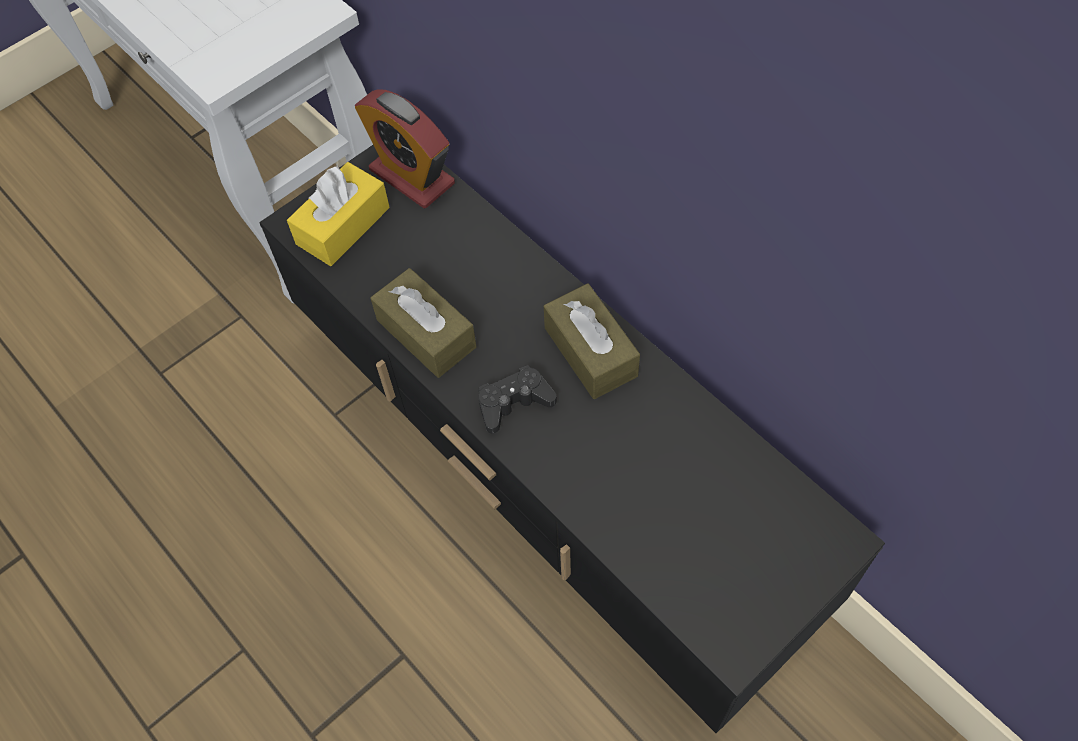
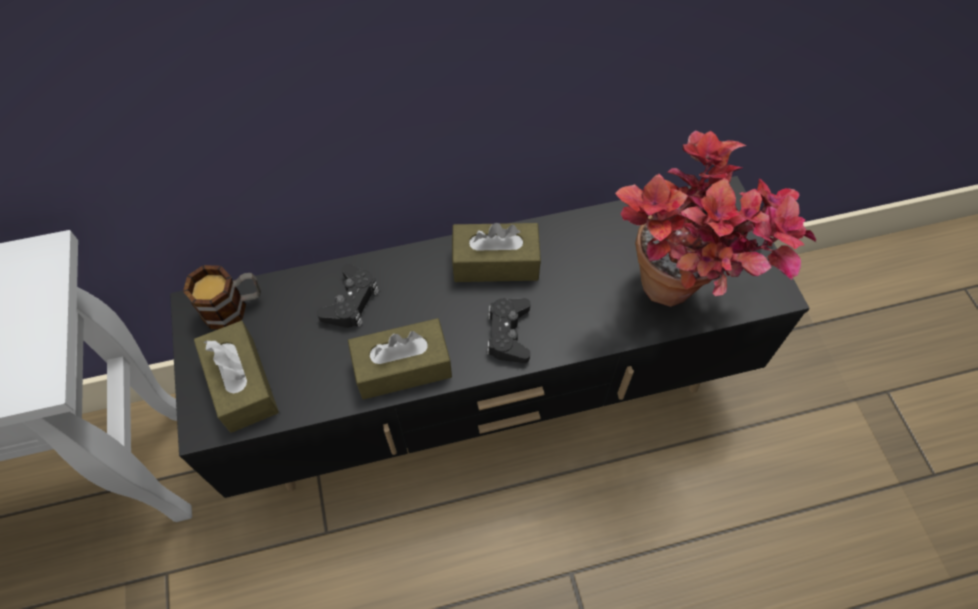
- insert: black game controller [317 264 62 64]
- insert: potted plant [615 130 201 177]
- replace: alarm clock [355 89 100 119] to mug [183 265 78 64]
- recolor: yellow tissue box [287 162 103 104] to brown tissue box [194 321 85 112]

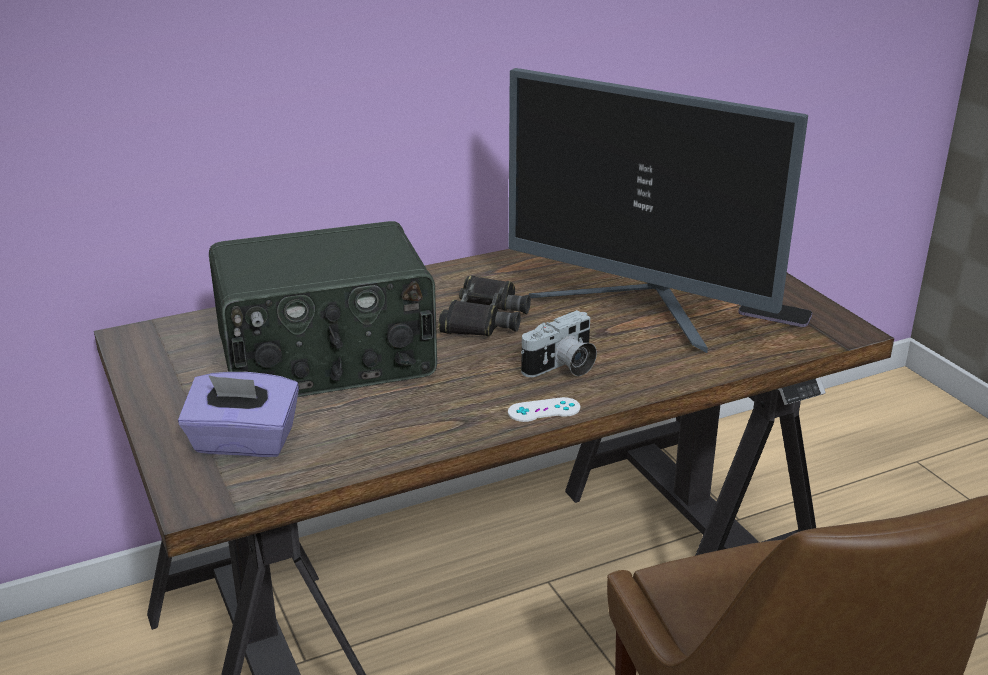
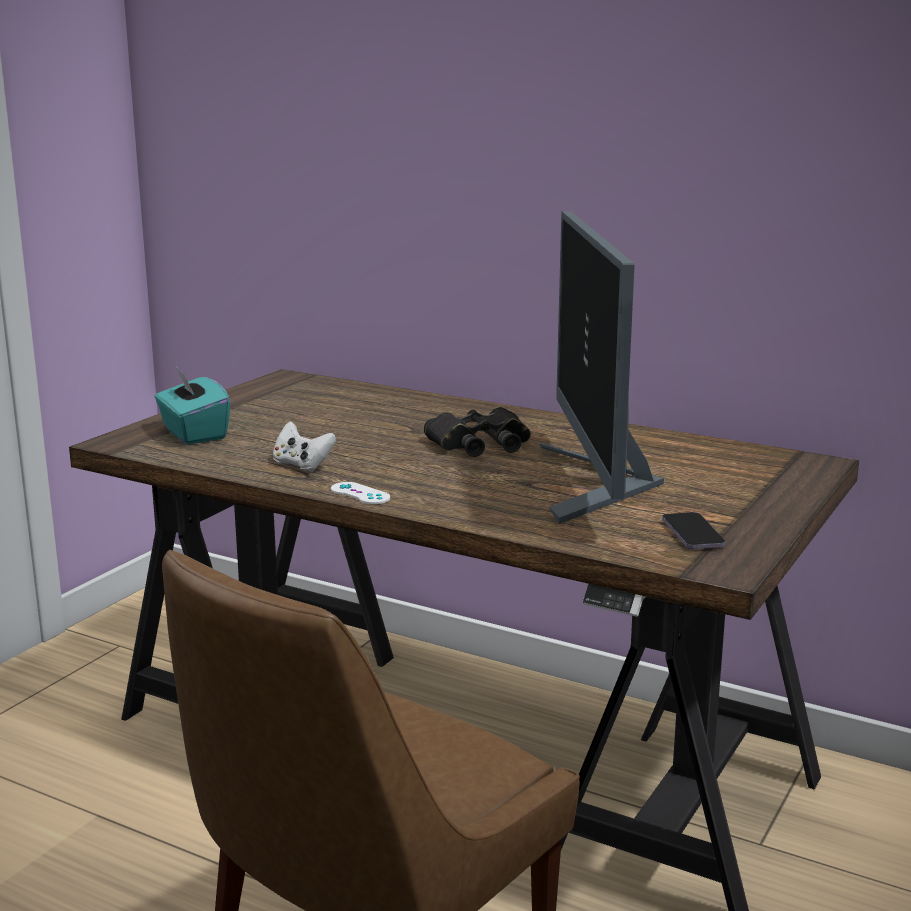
- delete: radio [209 221 228 176]
- delete: photo camera [521 310 76 67]
- insert: white game controller [273 422 63 50]
- recolor: purple tissue box [178 372 121 85] to turquoise tissue box [155 368 76 77]

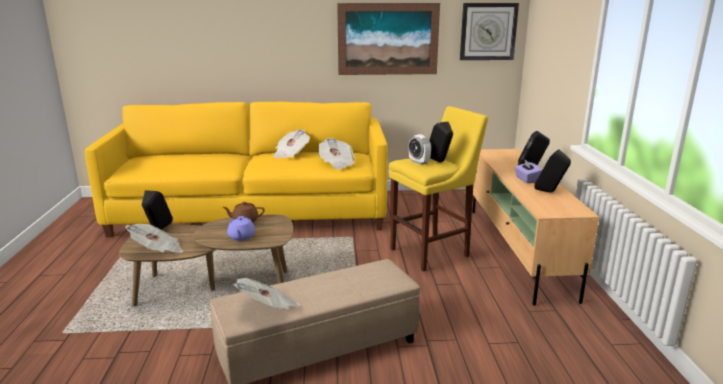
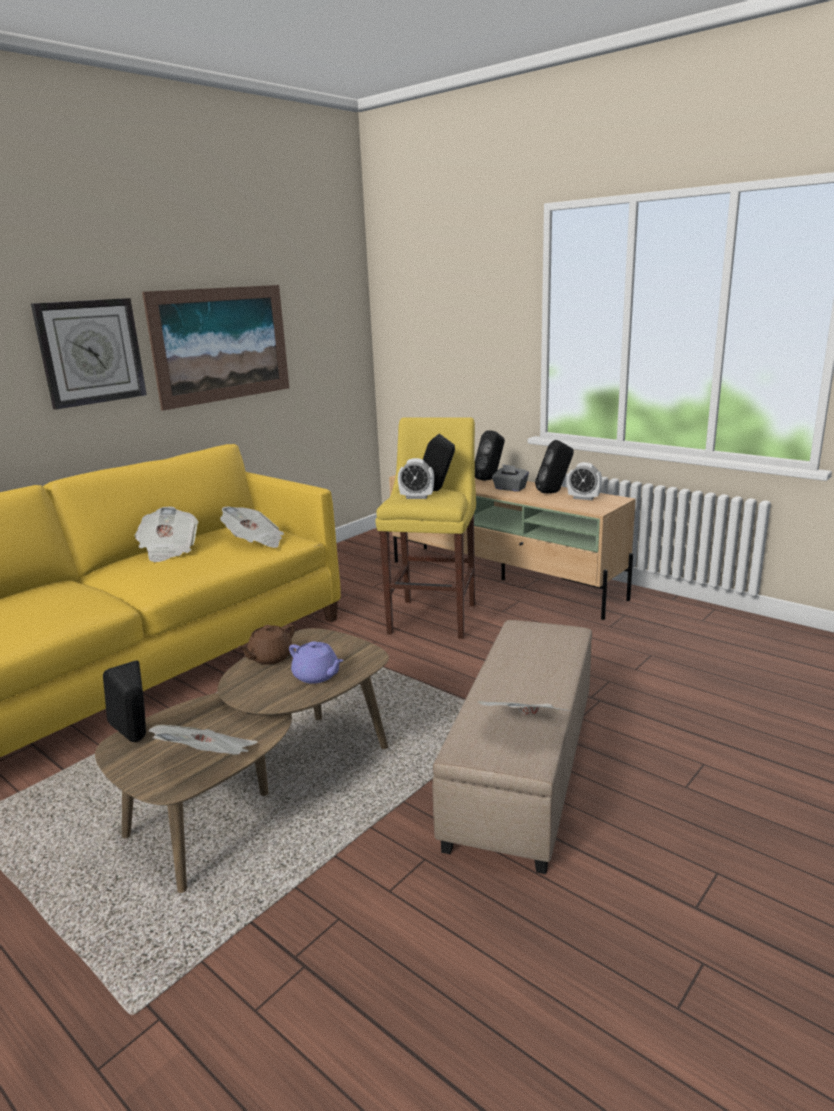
- insert: alarm clock [567 462 35 38]
- move: wall clock [460 3 59 57] to [31 298 116 111]
- recolor: purple tissue box [515 159 27 24] to grey tissue box [492 464 37 27]

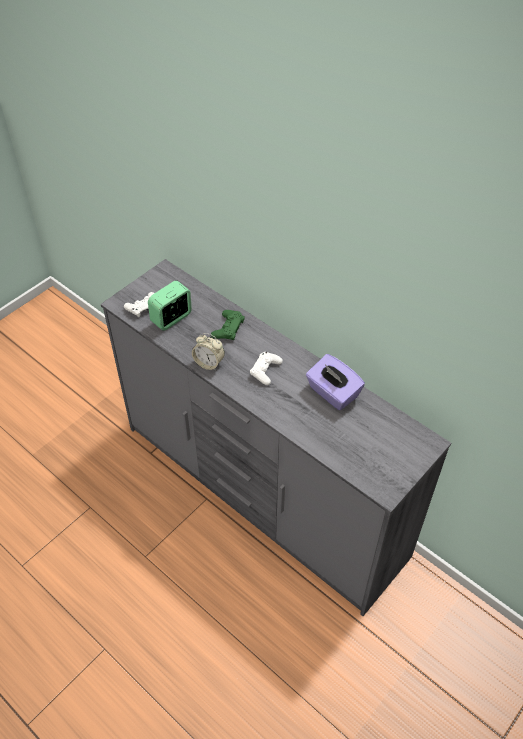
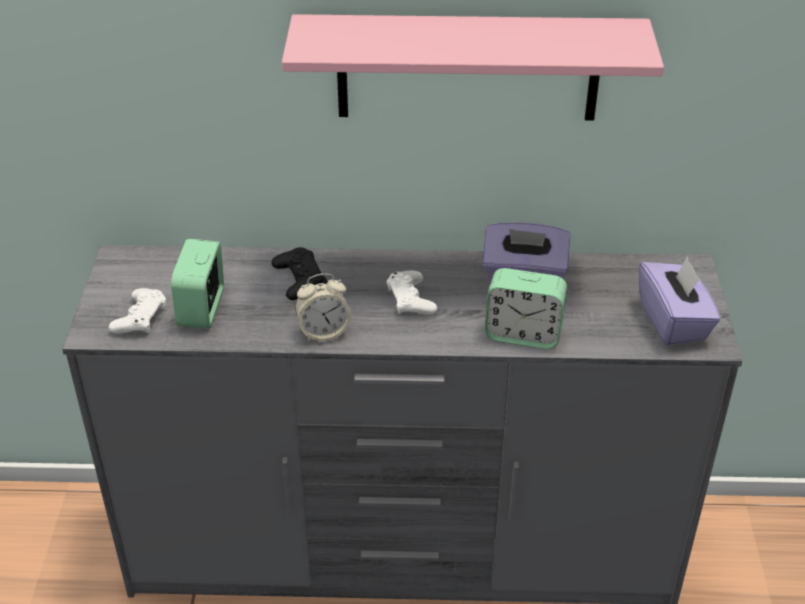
- insert: pink shelf [282 14 382 107]
- insert: alarm clock [485 268 82 81]
- insert: purple tissue box [639 256 82 90]
- recolor: green game controller [211 310 34 30] to black game controller [271 247 56 53]

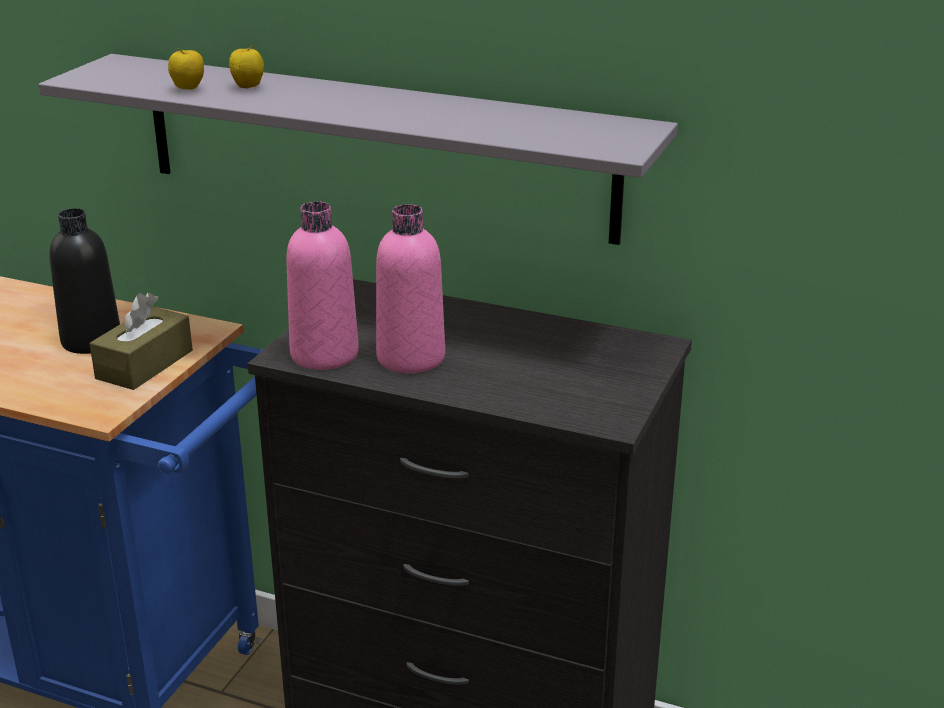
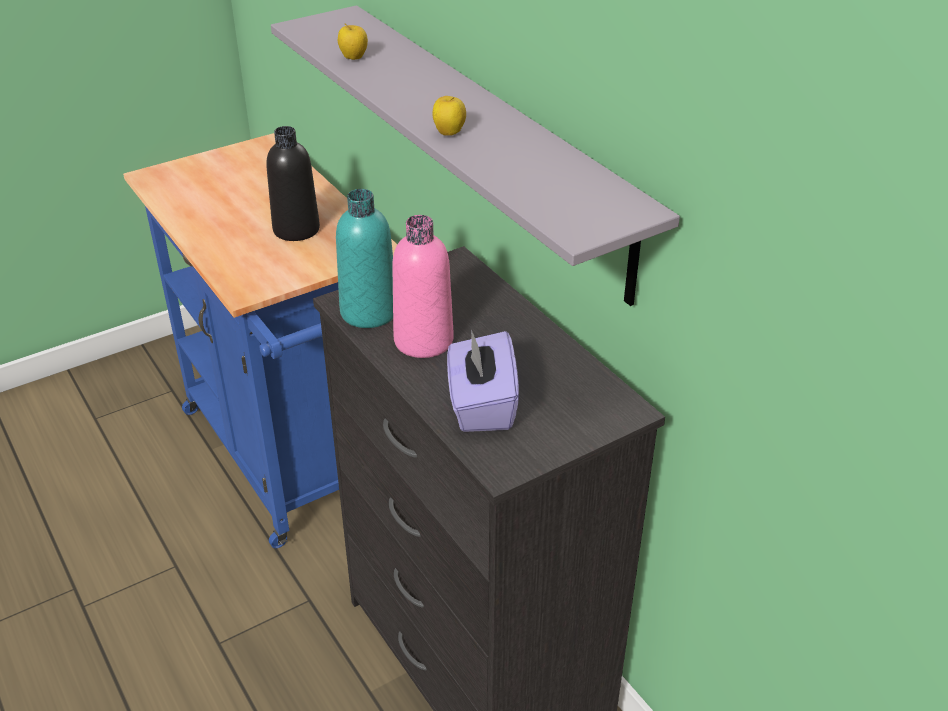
- delete: brown tissue box [89 293 104 97]
- insert: purple tissue box [447 329 72 103]
- move: apple [229 45 35 43] to [432 96 34 40]
- recolor: pink bottle [286 201 73 169] to turquoise bottle [336 189 57 139]

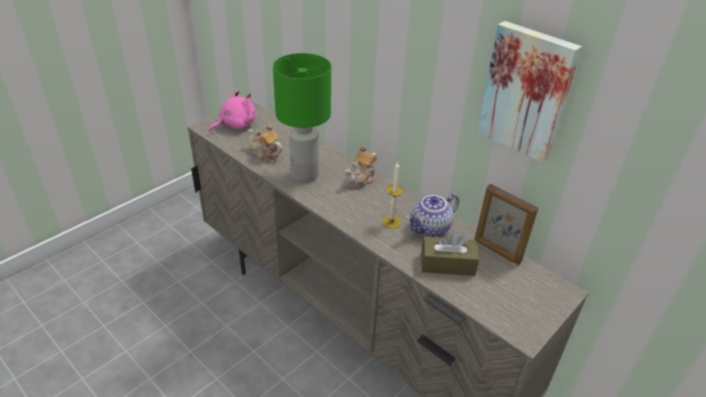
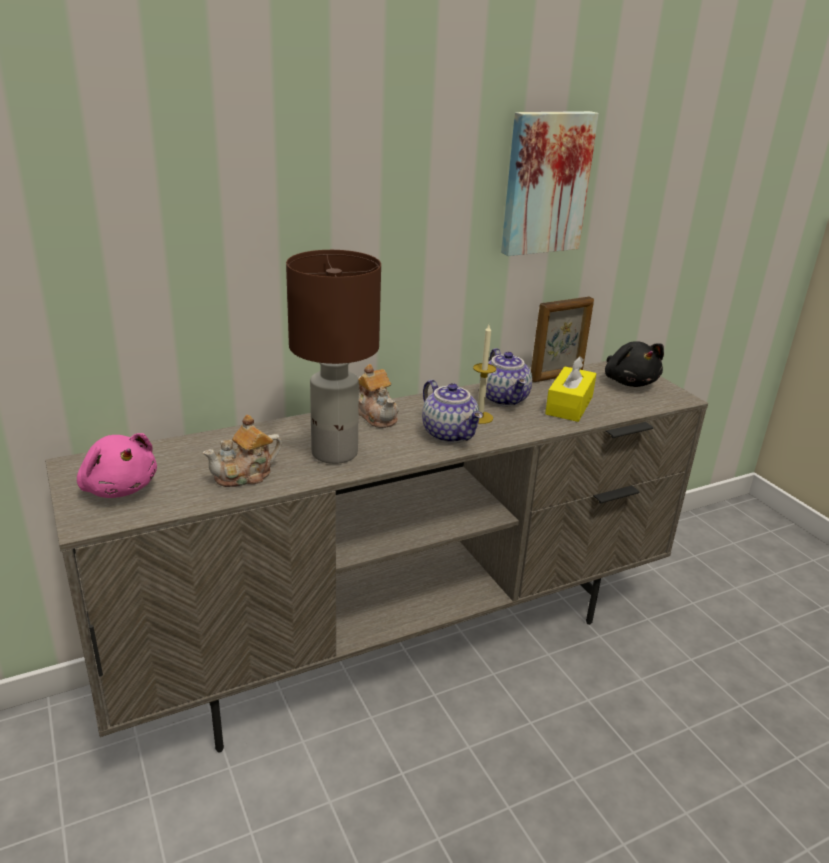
- insert: teapot [422 380 61 63]
- insert: black plush toy [605 341 59 46]
- recolor: green table lamp [273 53 58 130] to brown table lamp [286 250 95 214]
- recolor: brown tissue box [421 232 58 44] to yellow tissue box [545 356 51 66]
- rotate: pink plush toy [209 90 47 41] = [77 433 80 65] 150 degrees clockwise

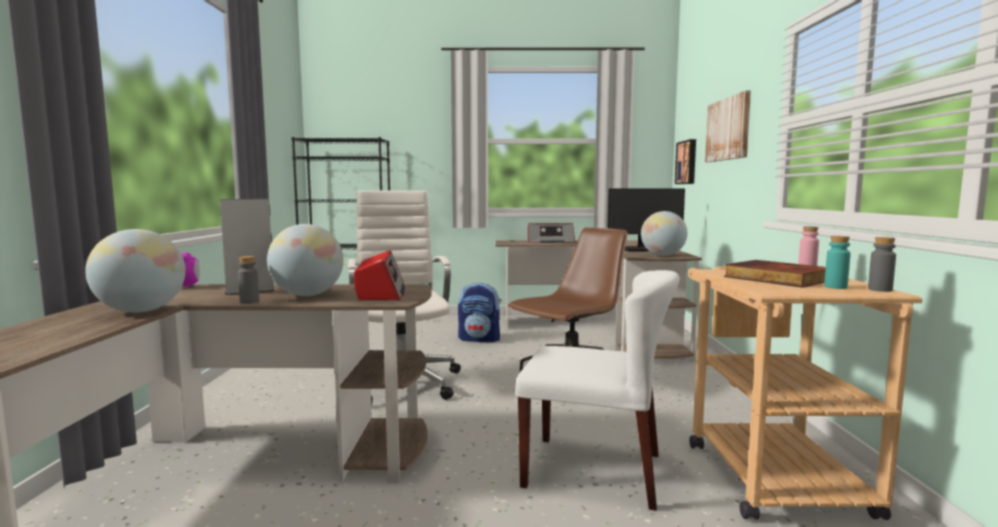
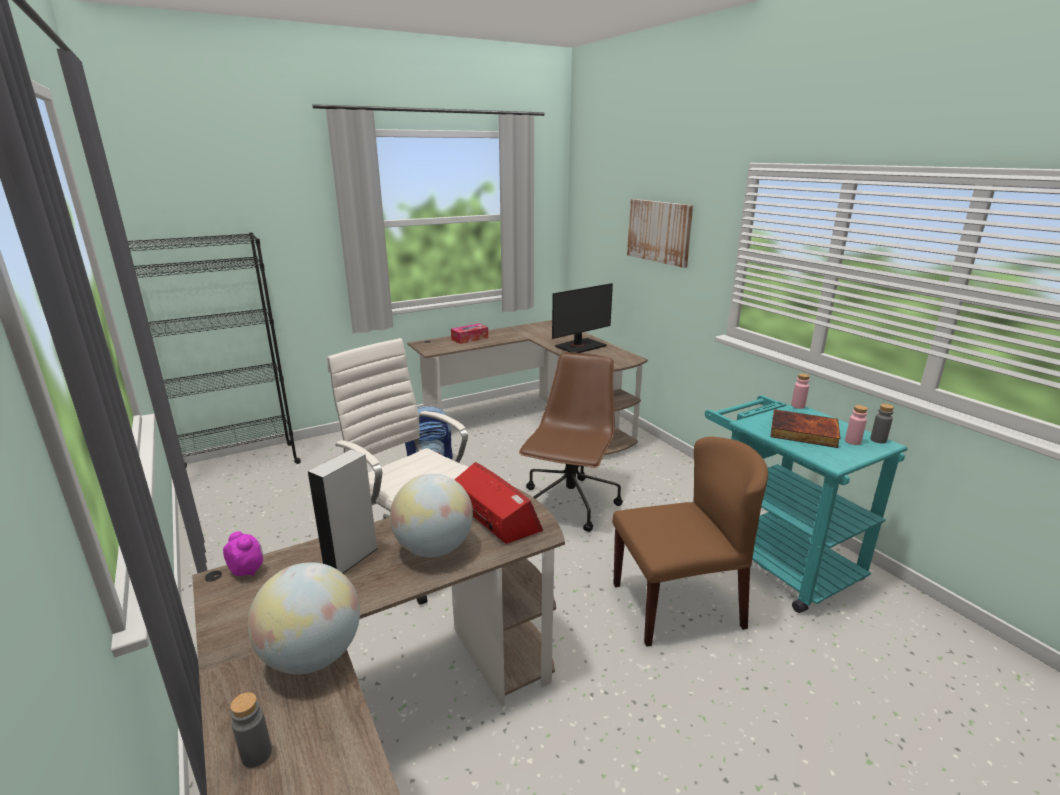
- delete: globe [641 211 46 45]
- delete: picture [675 139 21 45]
- move: grey bottle [238 256 21 48] to [230 692 42 76]
- replace: radio [528 223 47 20] to tissue box [451 324 37 20]
- recolor: white chair [515 270 165 241] to brown chair [612 437 156 210]
- recolor: beige cart [689 267 233 253] to turquoise cart [705 395 203 218]
- recolor: turquoise bottle [824 236 27 53] to pink bottle [845 405 23 40]

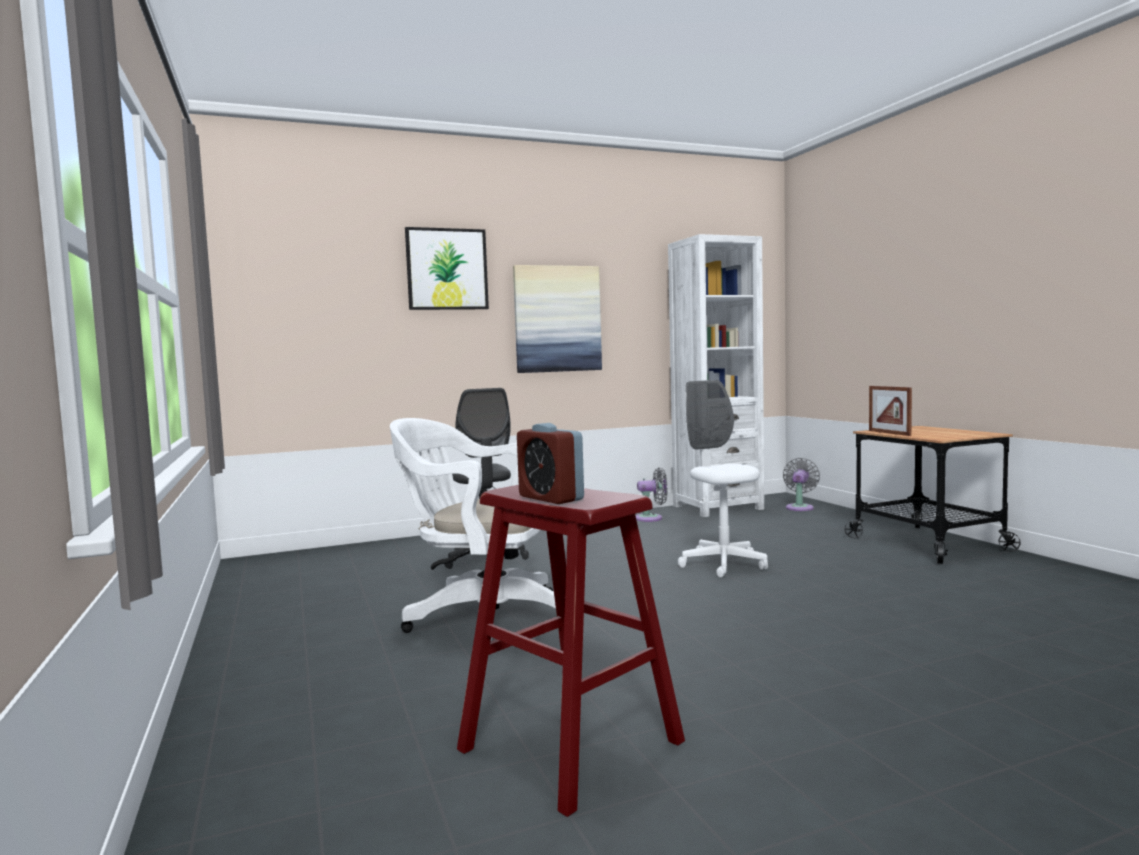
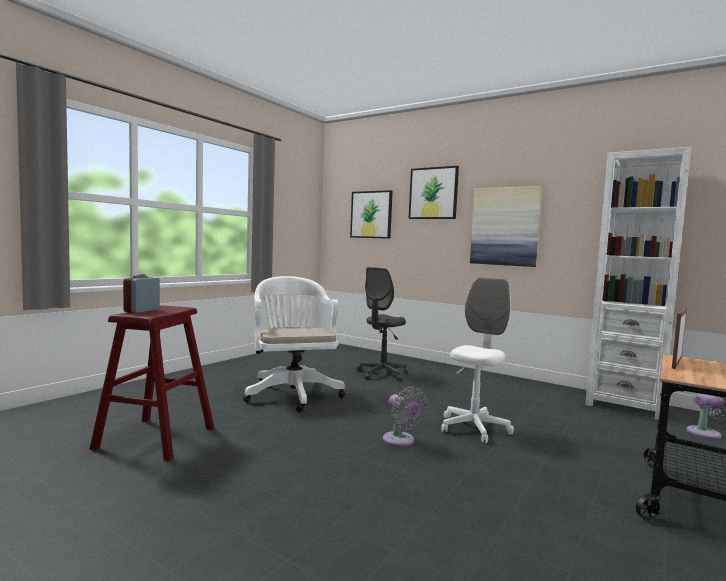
- insert: picture [350 190 43 49]
- move: grey fan [636 467 31 55] to [383 386 44 61]

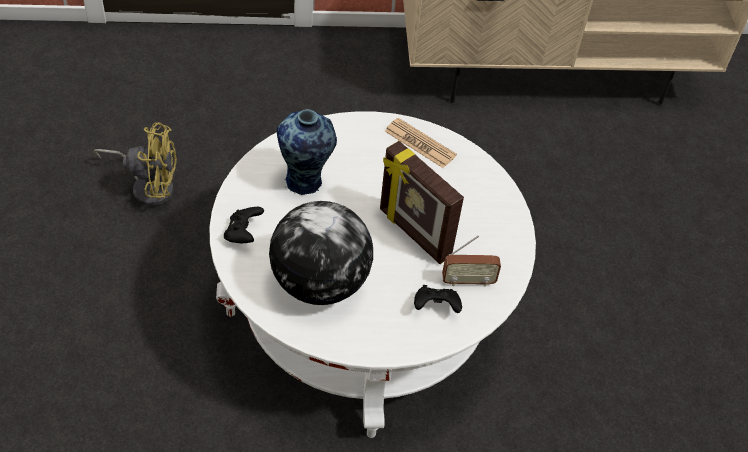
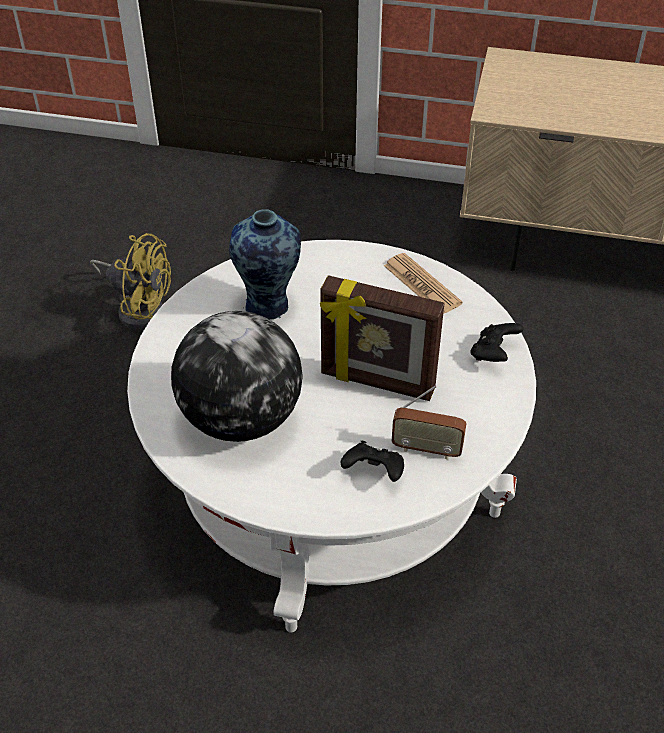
- move: black game controller [224 207 40 36] to [470 323 53 39]
- rotate: picture frame [380 141 84 123] = [320 275 124 126] 45 degrees counterclockwise

